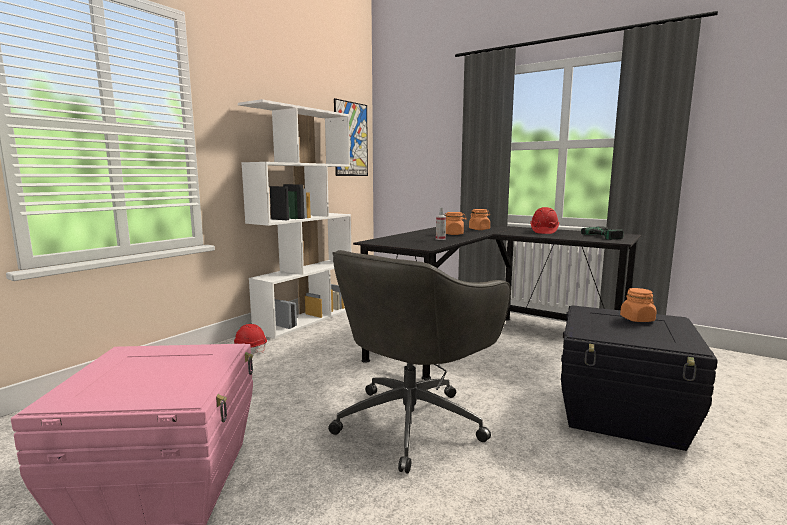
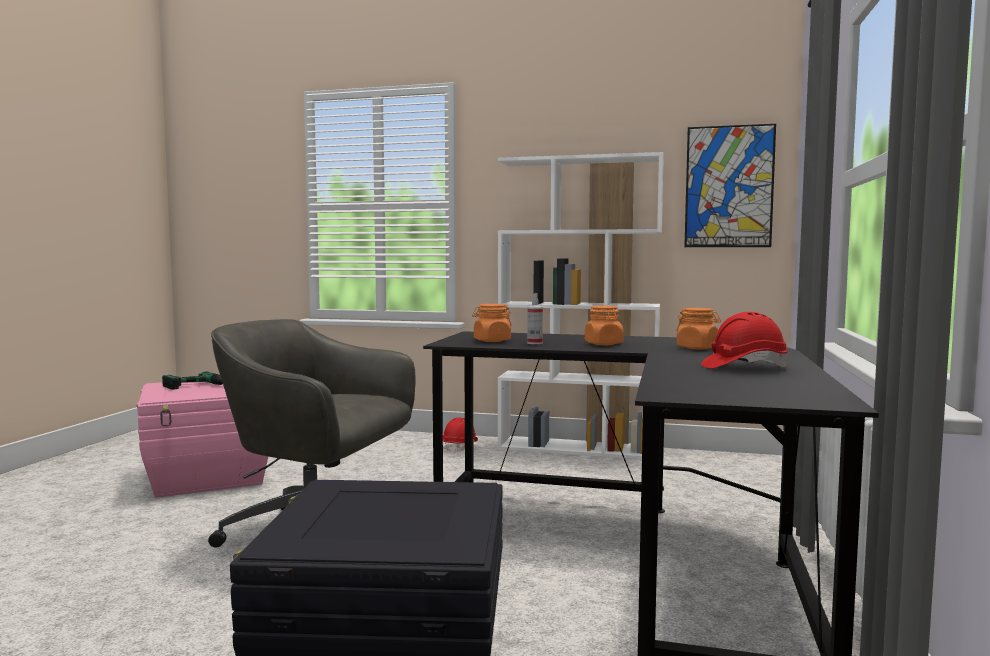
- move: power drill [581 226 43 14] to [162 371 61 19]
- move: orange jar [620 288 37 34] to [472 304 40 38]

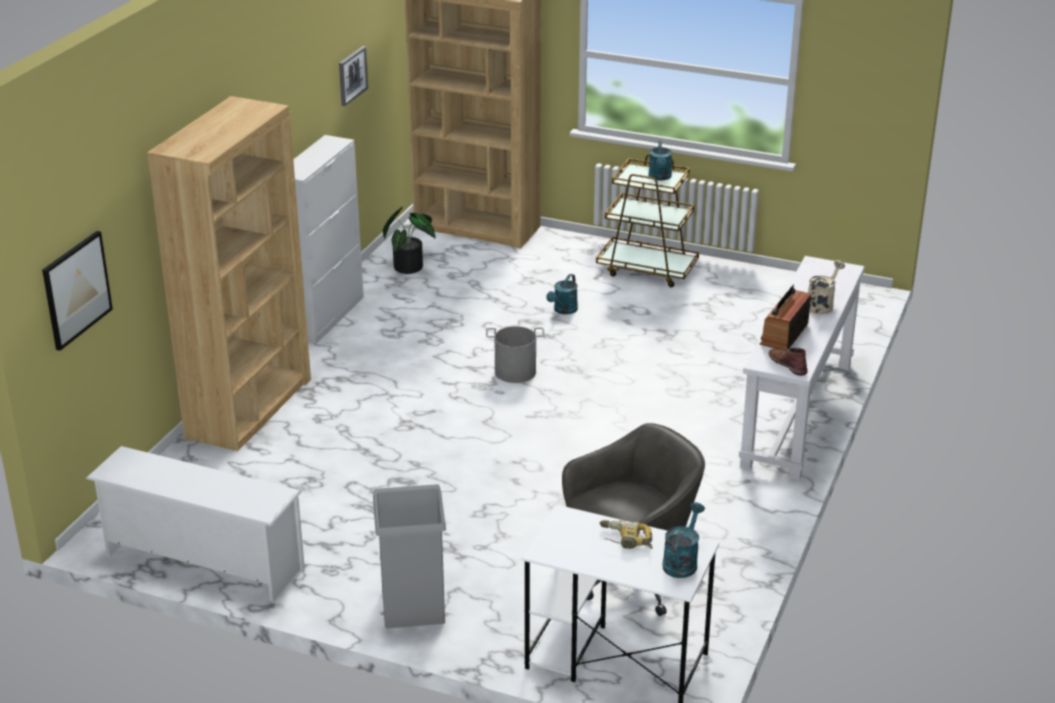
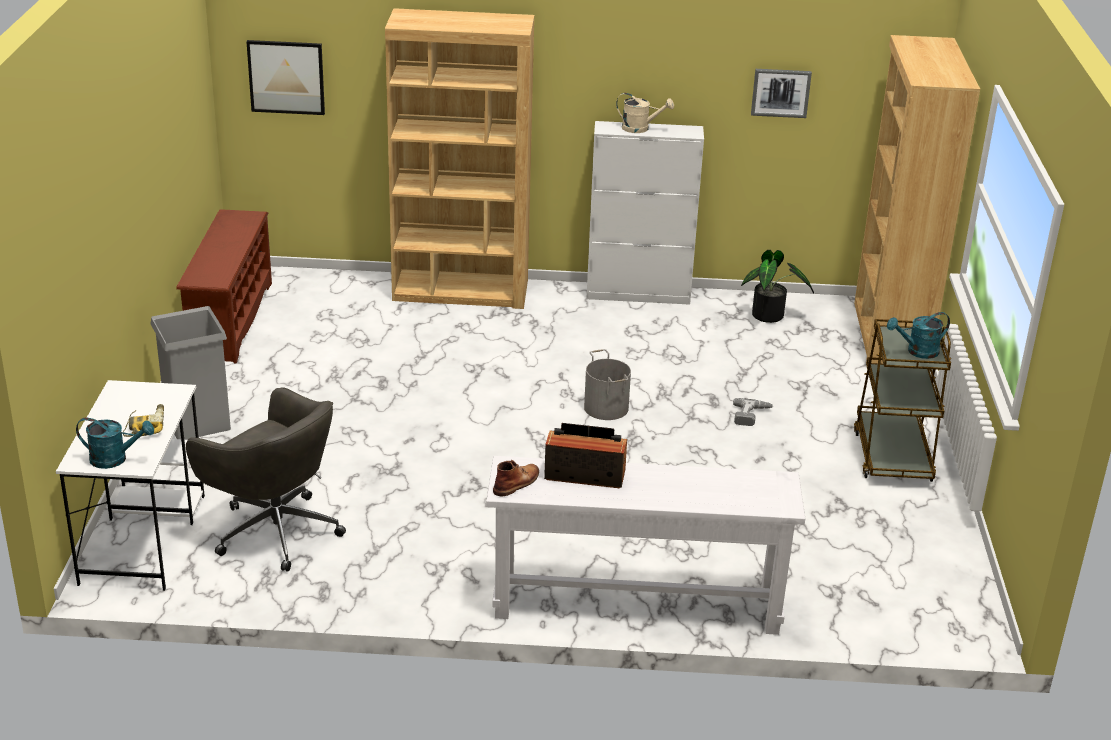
- move: beige watering can [808 260 37 54] to [616 93 58 40]
- replace: turquoise watering can [546 274 32 40] to power drill [733 398 40 28]
- recolor: white shoe rack [86 446 219 156] to brown shoe rack [176 209 96 154]

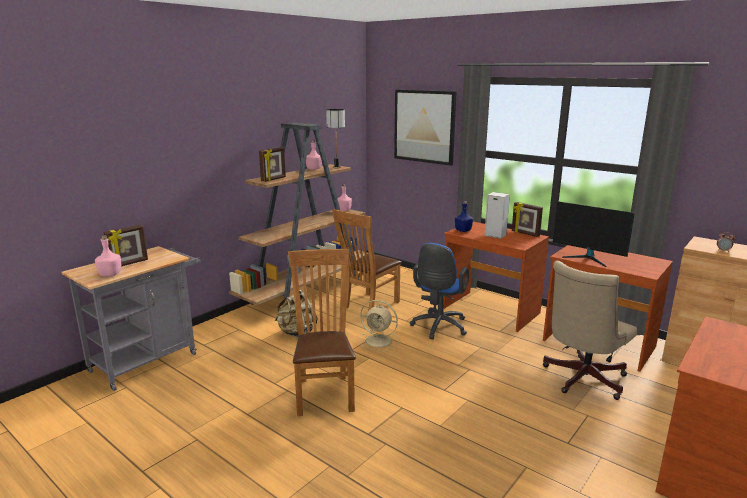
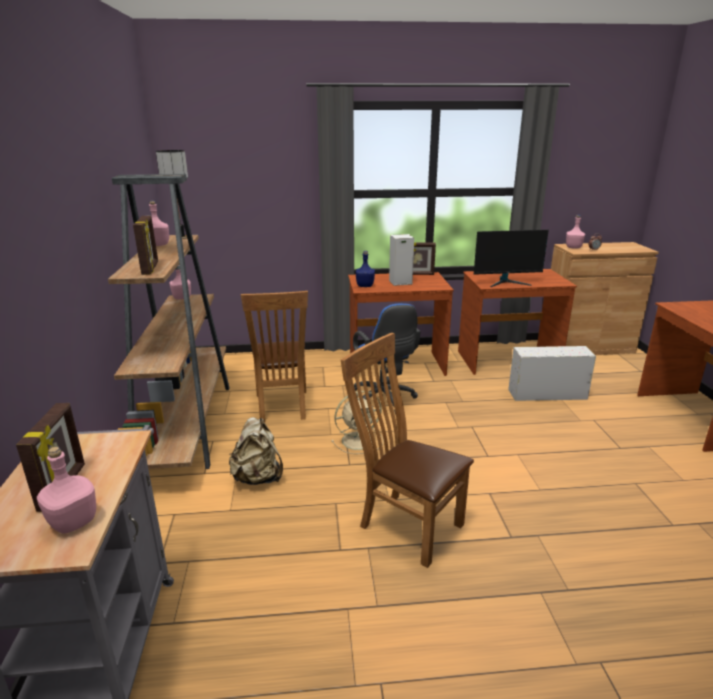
- delete: picture [394 90 63 76]
- insert: pink bottle [566 215 19 34]
- replace: beige office chair [543 261 94 139] to white storage box [508 346 88 55]

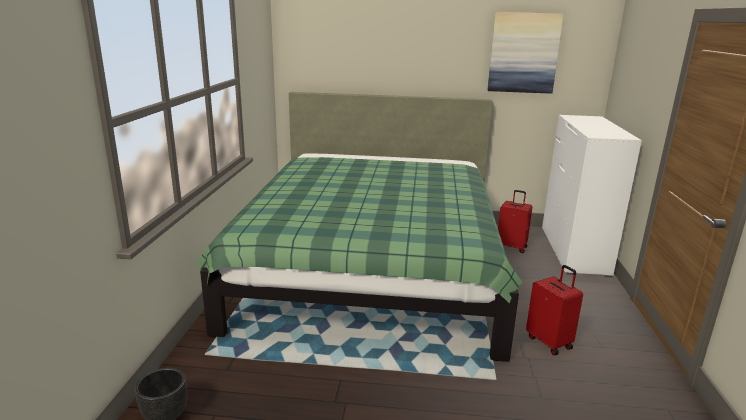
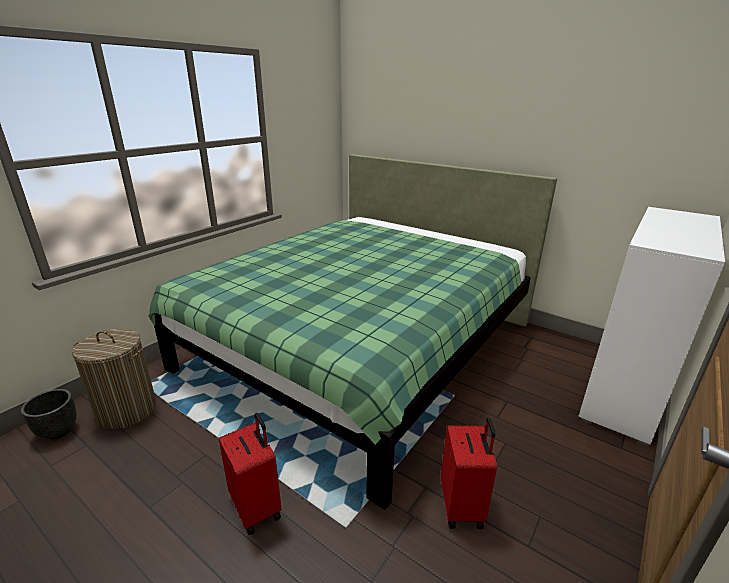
- delete: picture [487 12 77 82]
- insert: laundry basket [72 328 84 101]
- move: red suitcase [498 190 34 63] to [219 413 63 122]

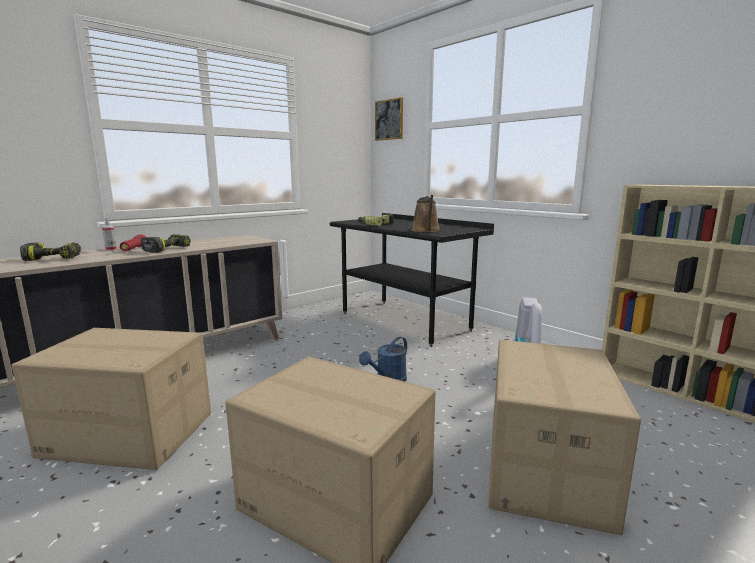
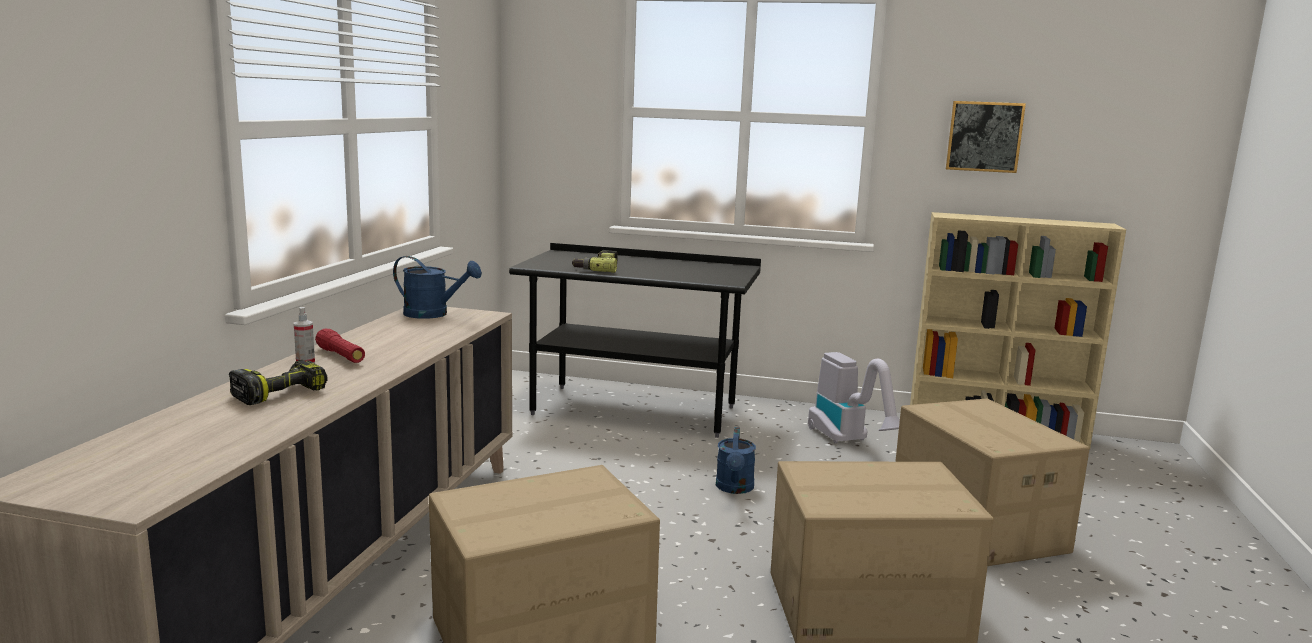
- delete: power drill [141 234 50 19]
- delete: brown watering can [411 195 29 37]
- insert: blue watering can [393 256 89 63]
- move: picture [375 97 28 44] to [946 101 80 72]

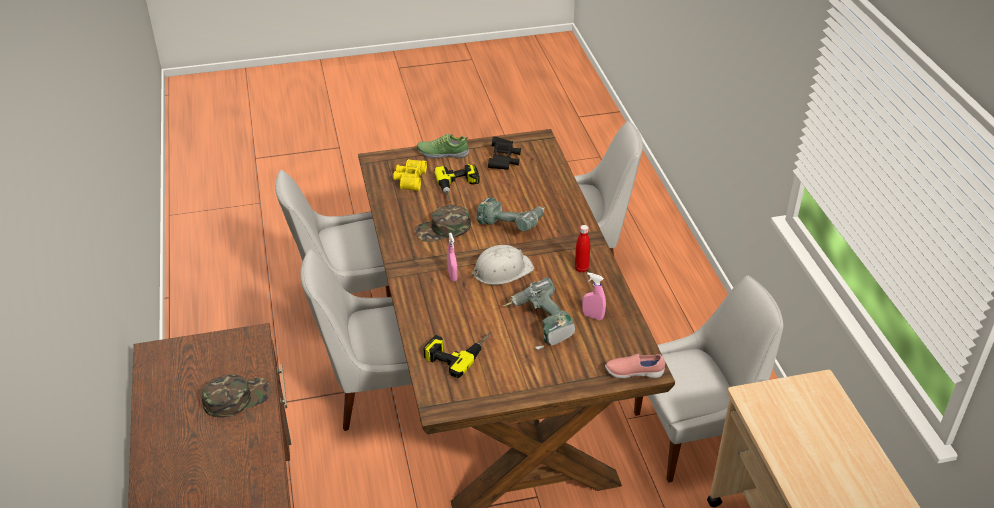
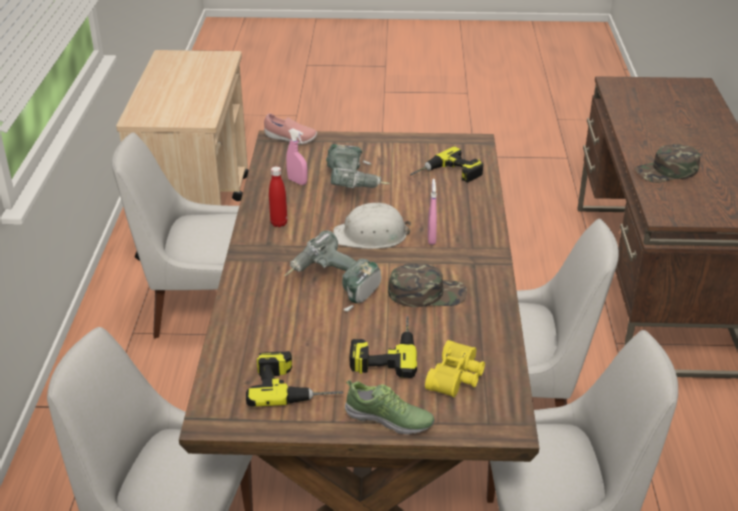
- replace: black binoculars [488 137 33 33] to power drill [246 351 97 56]

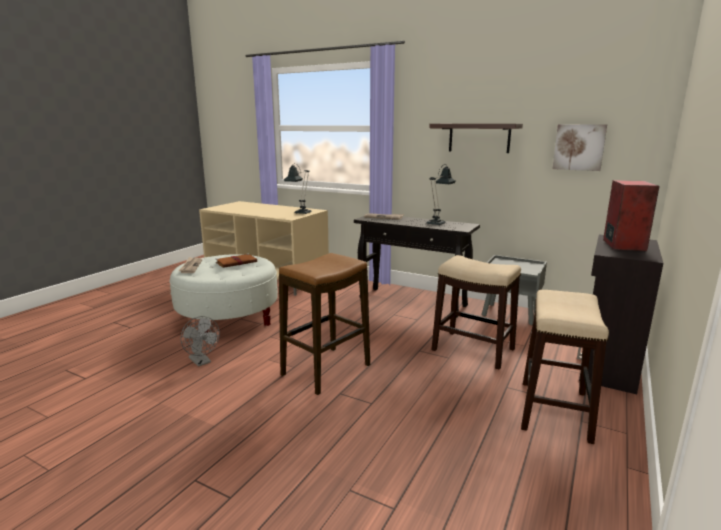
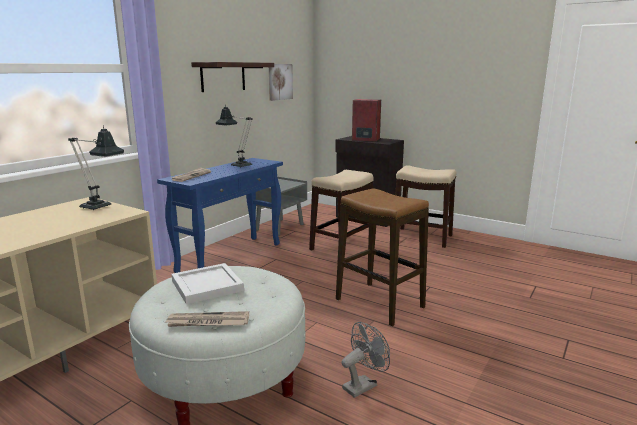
- replace: brown book [216 253 41 15] to white tray [171 263 73 41]
- recolor: black console table [354 213 126 105] to blue console table [157 158 126 115]

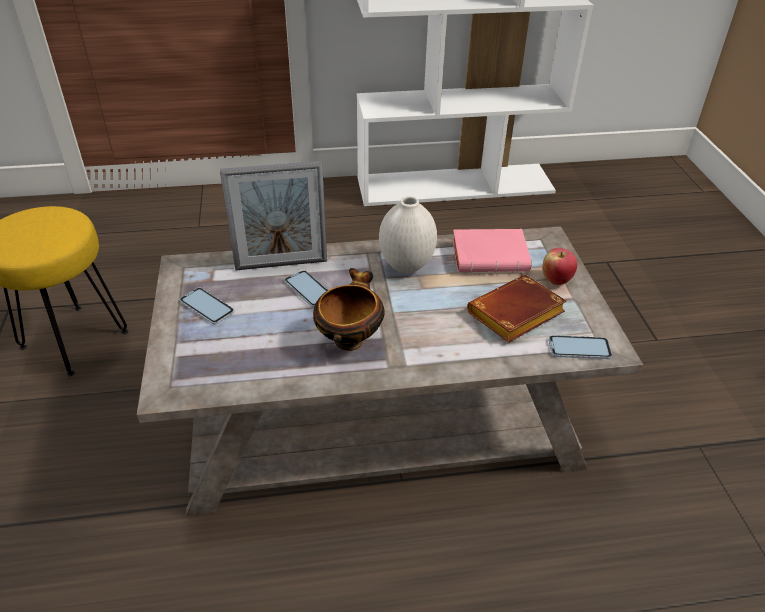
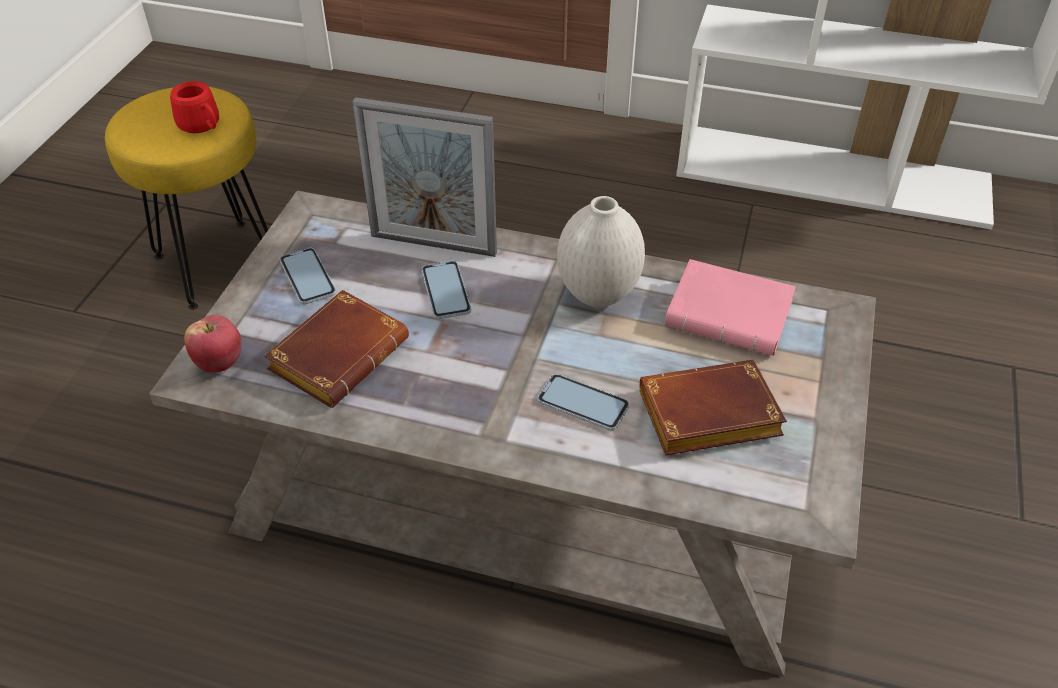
- delete: bowl [313 268 72 83]
- insert: red mug [170 81 49 52]
- insert: brown book [264 290 145 118]
- move: apple [542 248 35 37] to [184 315 58 58]
- move: phone [549 335 63 24] to [538 374 91 57]

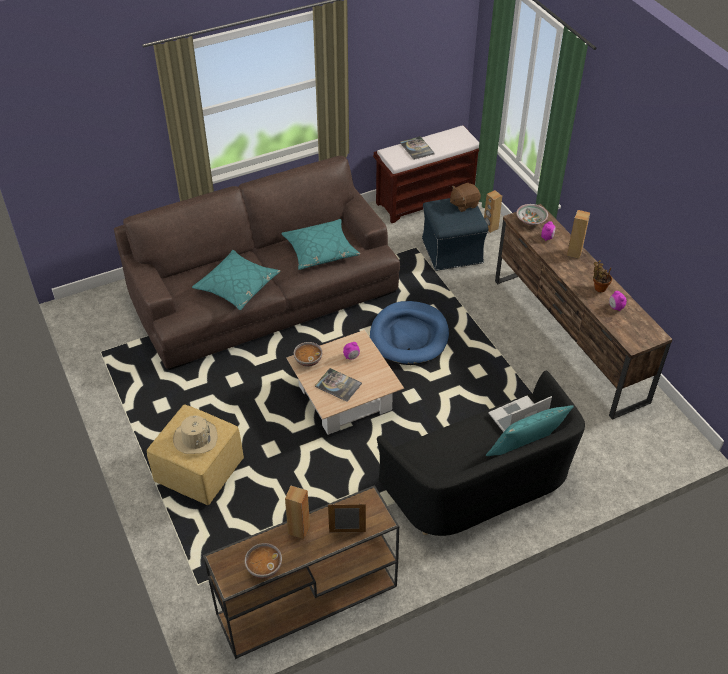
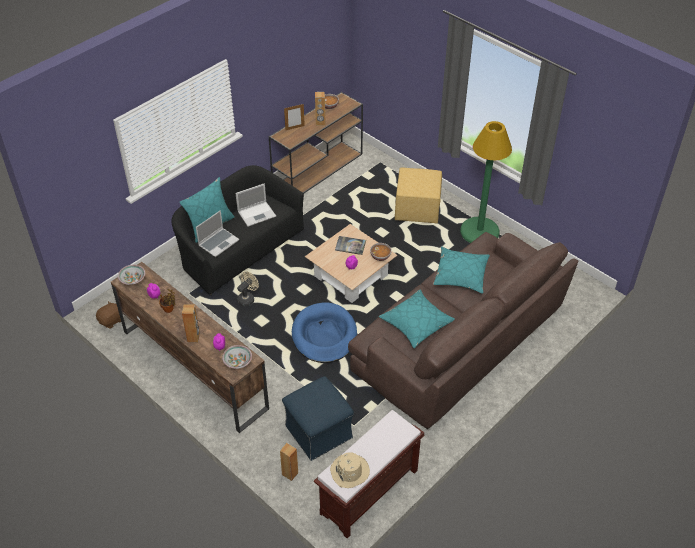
- delete: book [400 136 35 24]
- insert: bowl [118 265 27 20]
- insert: laptop [236 183 40 44]
- insert: beige fan [237 271 22 36]
- insert: green floor lamp [460 121 52 122]
- move: beige hat [173 415 45 39] to [330 452 40 36]
- move: brown plush toy [450 183 31 29] to [96 301 27 27]

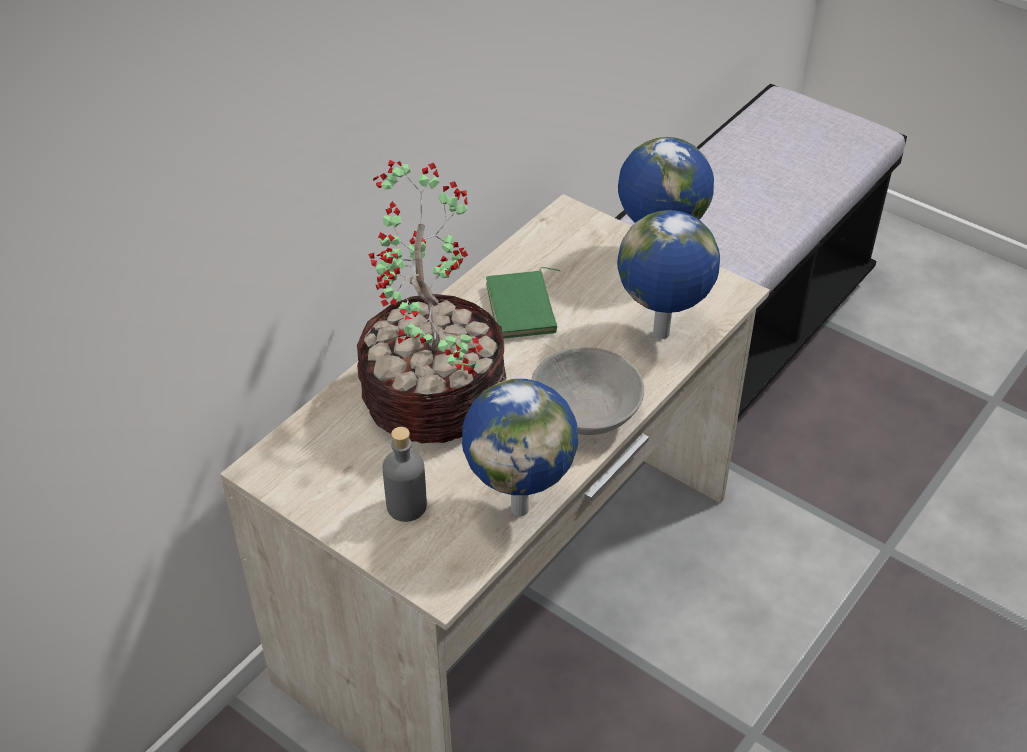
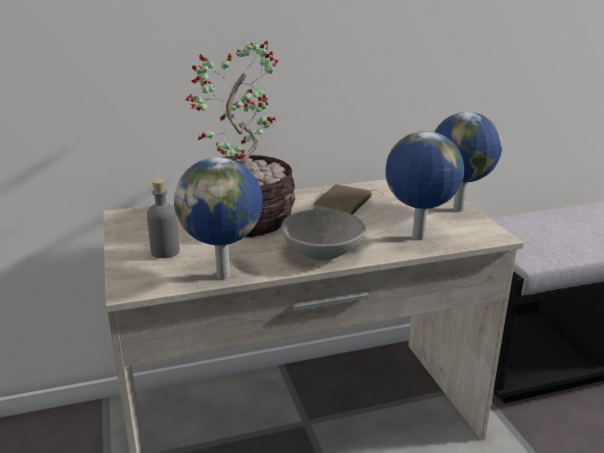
- recolor: green book [486 267 74 72] to brown book [312 184 72 31]

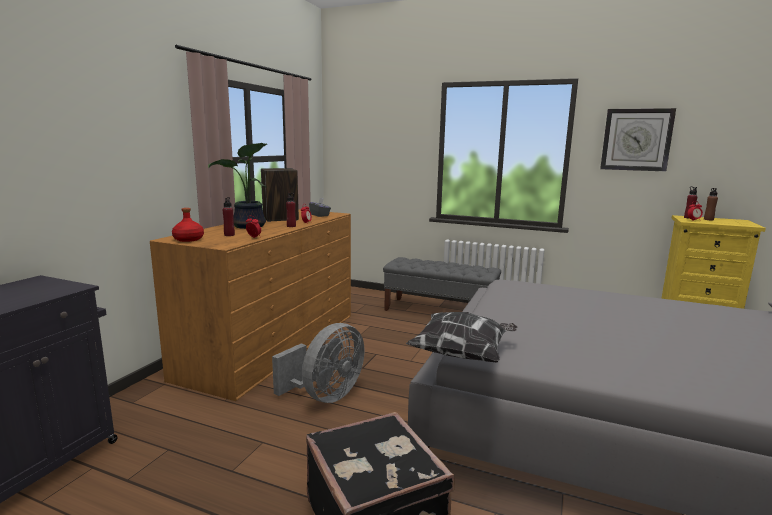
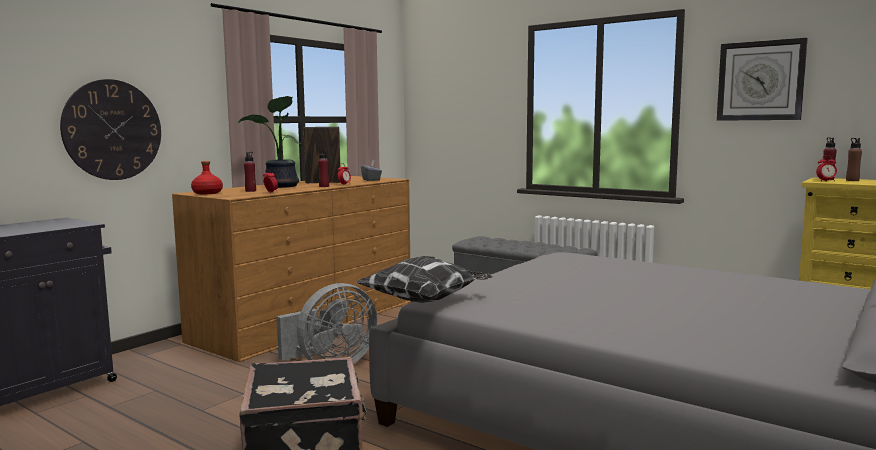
- insert: wall clock [60 79 101 101]

